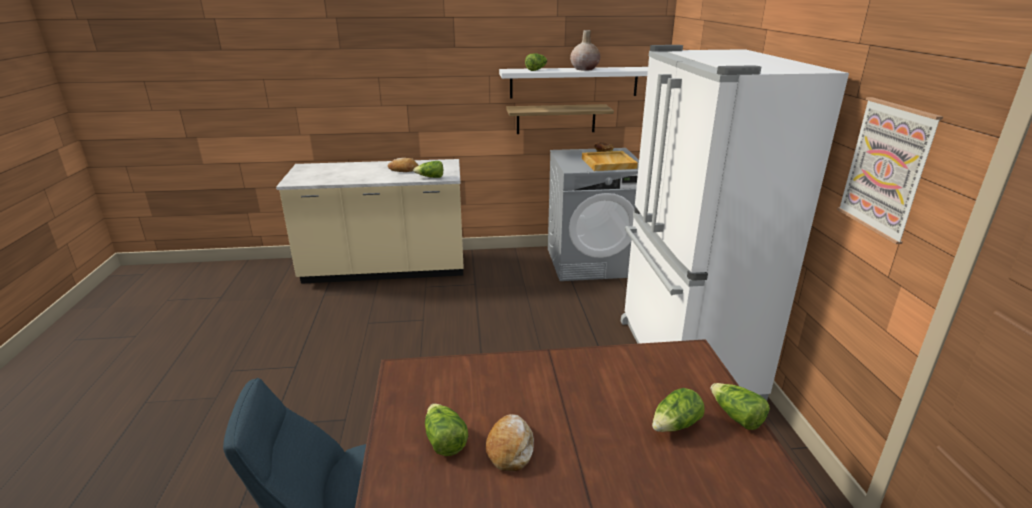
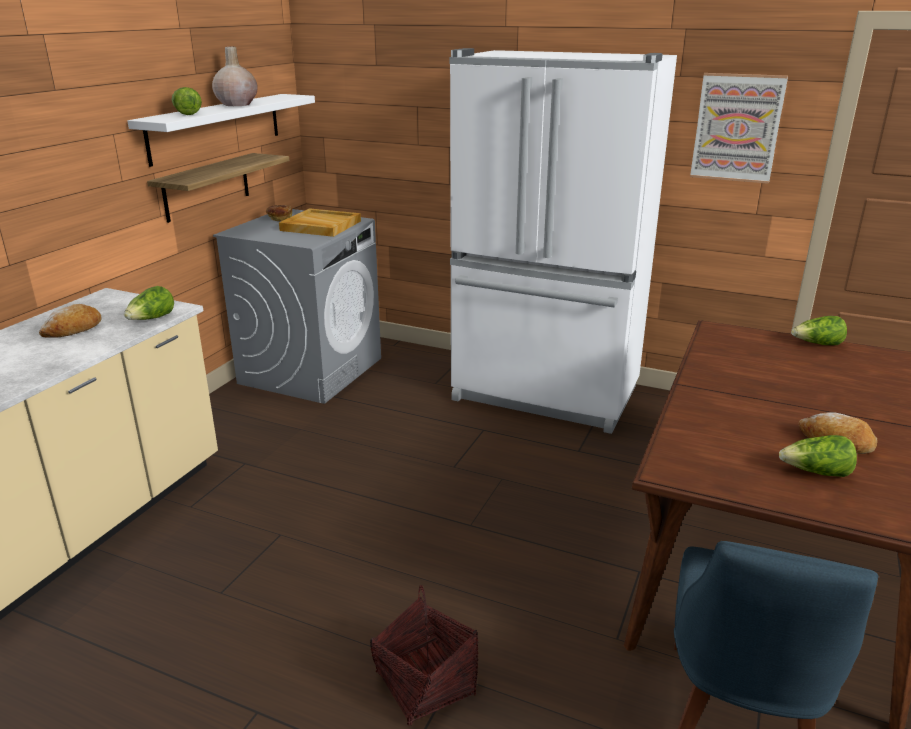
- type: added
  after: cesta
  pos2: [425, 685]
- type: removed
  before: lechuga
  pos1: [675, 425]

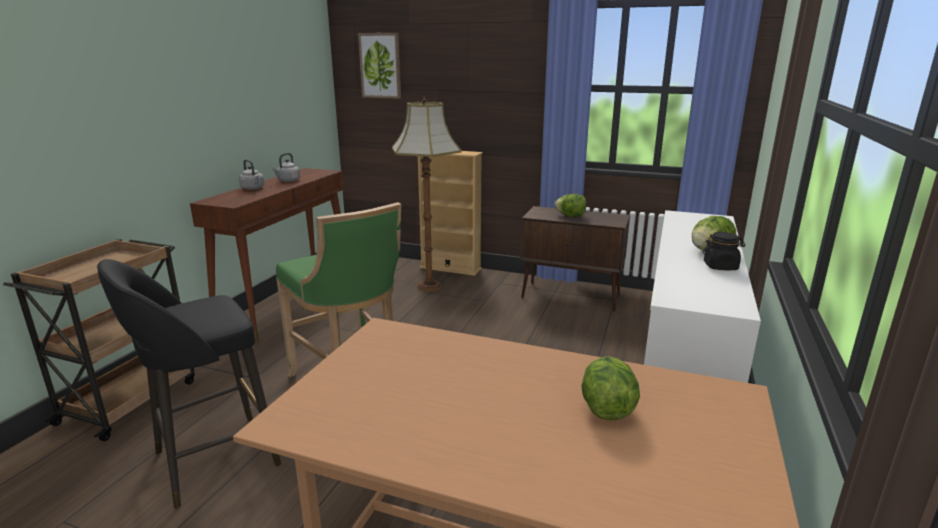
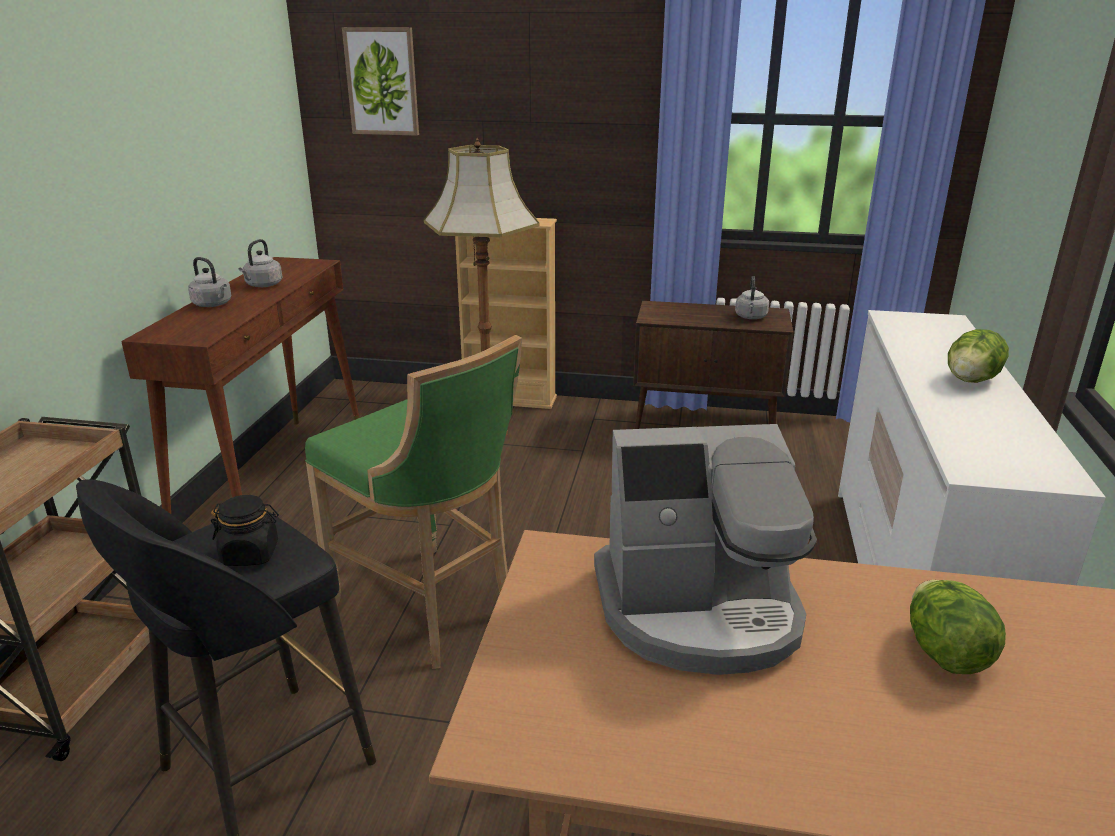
- type: moved
  before: tarro/negro
  pos1: [720, 266]
  pos2: [250, 554]
- type: added
  after: cafetera
  pos2: [699, 610]
- type: added
  after: hervidor/gris
  pos2: [751, 317]
- type: removed
  before: lechuga
  pos1: [571, 216]

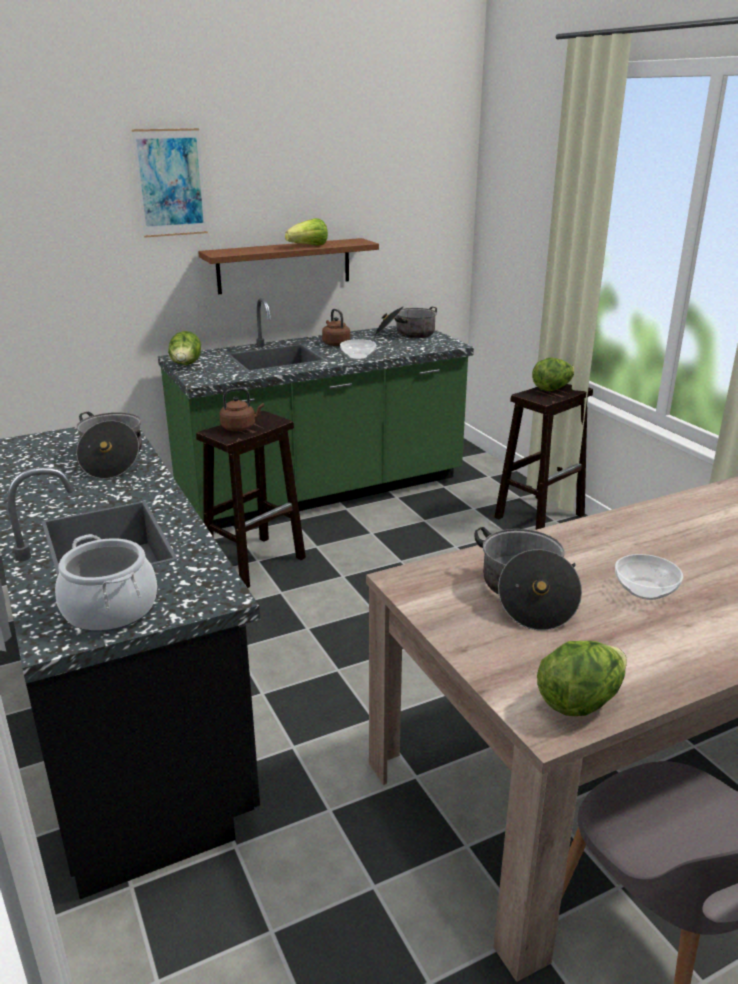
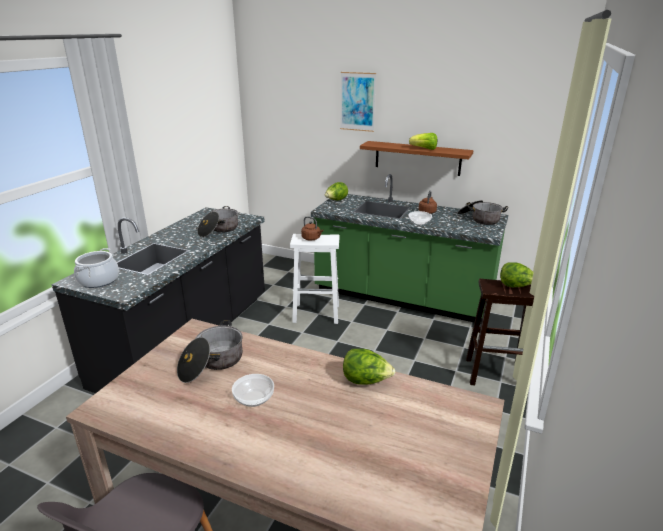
- type: recoloured
  before: taburete/marrón
  after: taburete/blanco
  pos1: [256, 561]
  pos2: [317, 313]
- type: moved
  before: lechuga
  pos1: [580, 701]
  pos2: [366, 381]

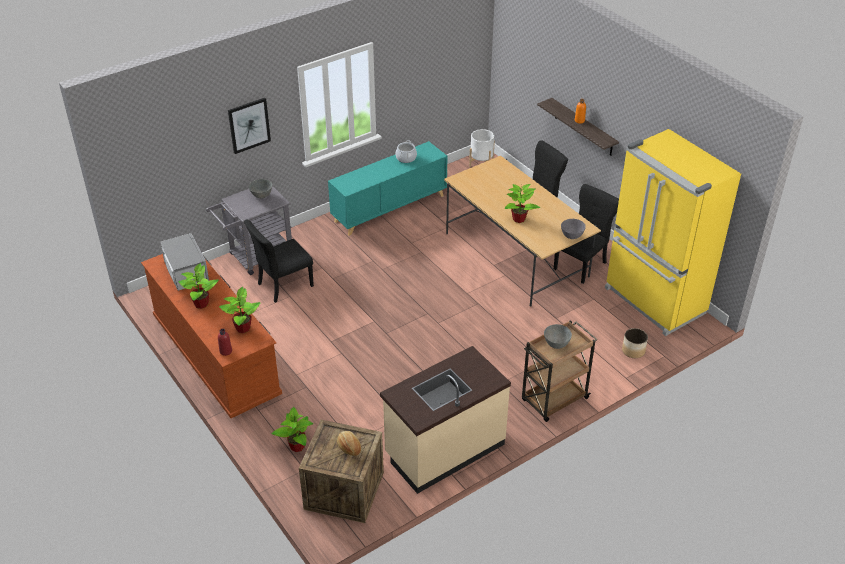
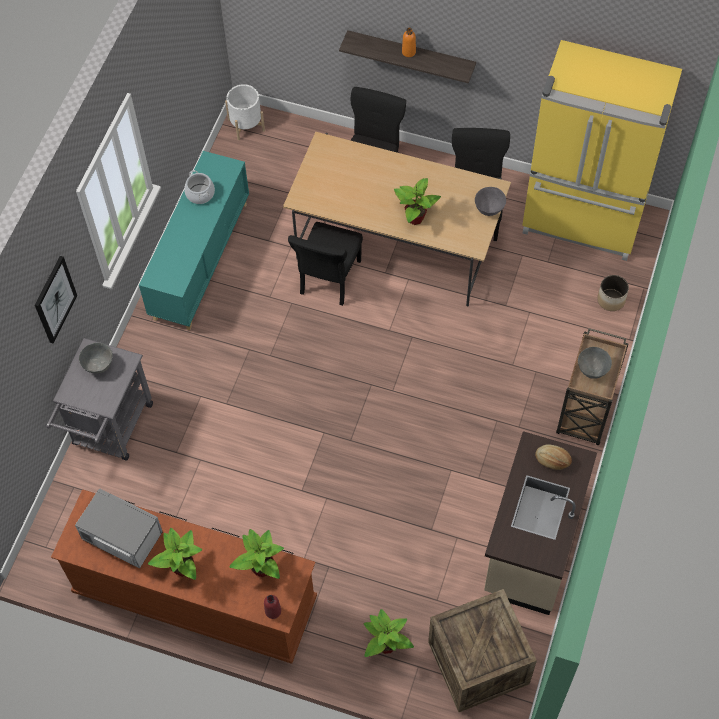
- type: moved
  before: silla/negro
  pos1: [283, 285]
  pos2: [329, 279]
- type: moved
  before: pan
  pos1: [349, 447]
  pos2: [552, 460]

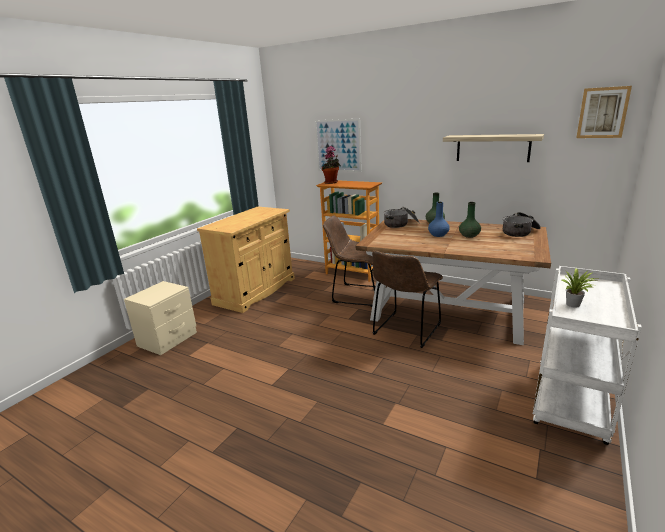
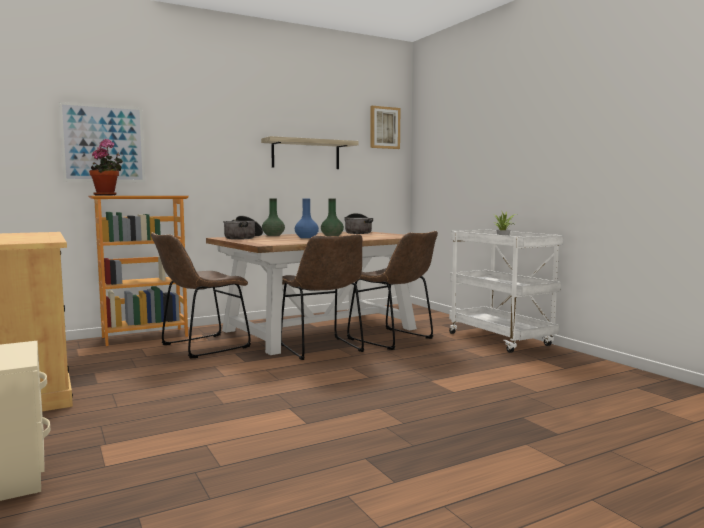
- type: added
  after: silla/marrón
  pos2: [393, 340]

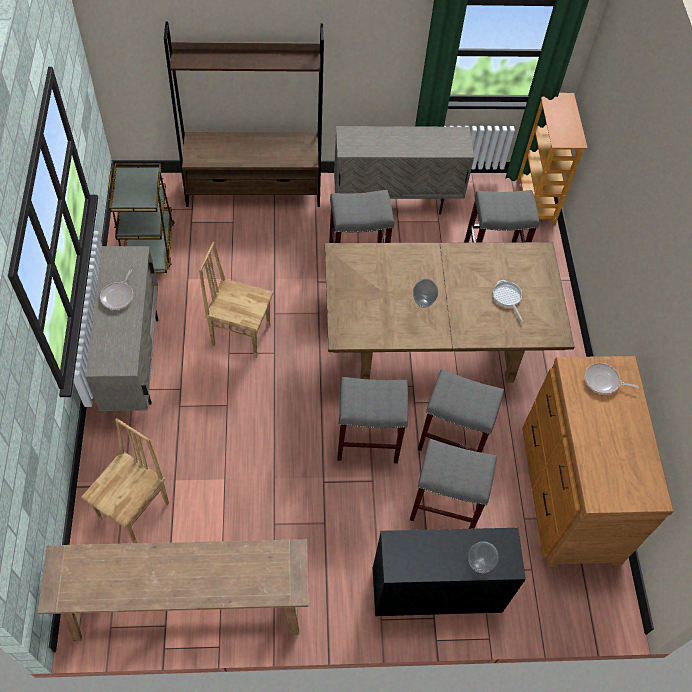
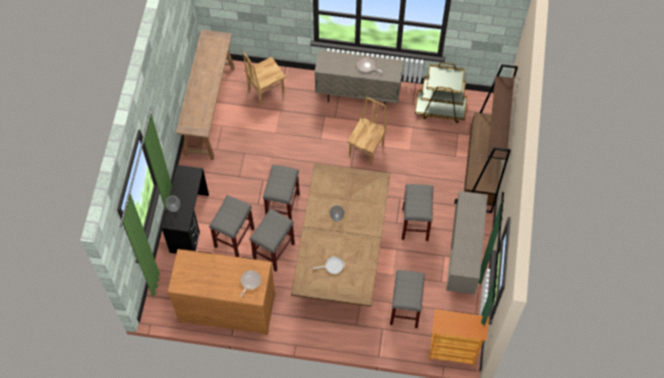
- type: turned
  before: silla/marrón
  pos1: [135, 511]
  pos2: [265, 91]
  turn: 105

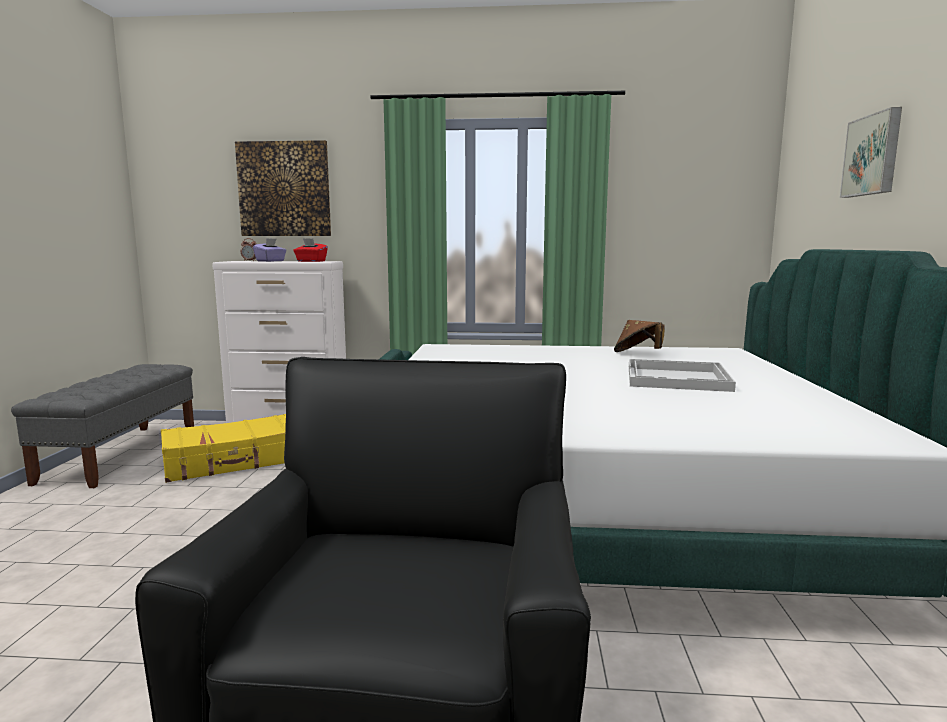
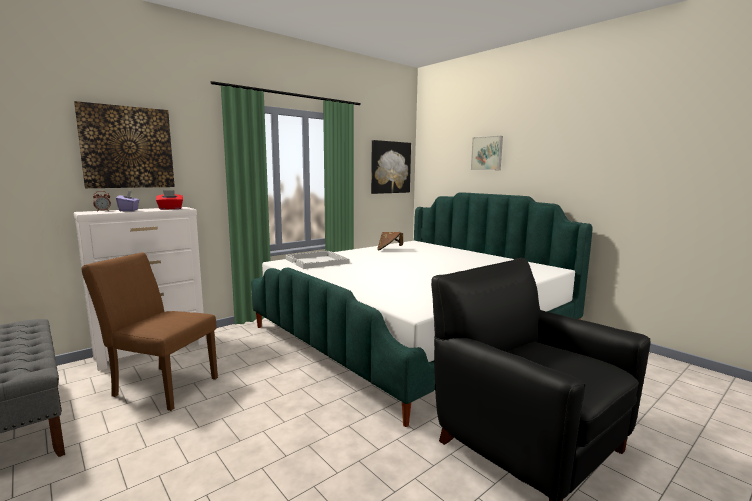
- type: replaced
  before: maleta/amarillo
  after: silla/marrón
  pos1: [234, 461]
  pos2: [160, 385]
- type: moved
  before: bandeja/blanco
  pos1: [678, 378]
  pos2: [317, 261]
- type: added
  after: cuadro
  pos2: [390, 167]

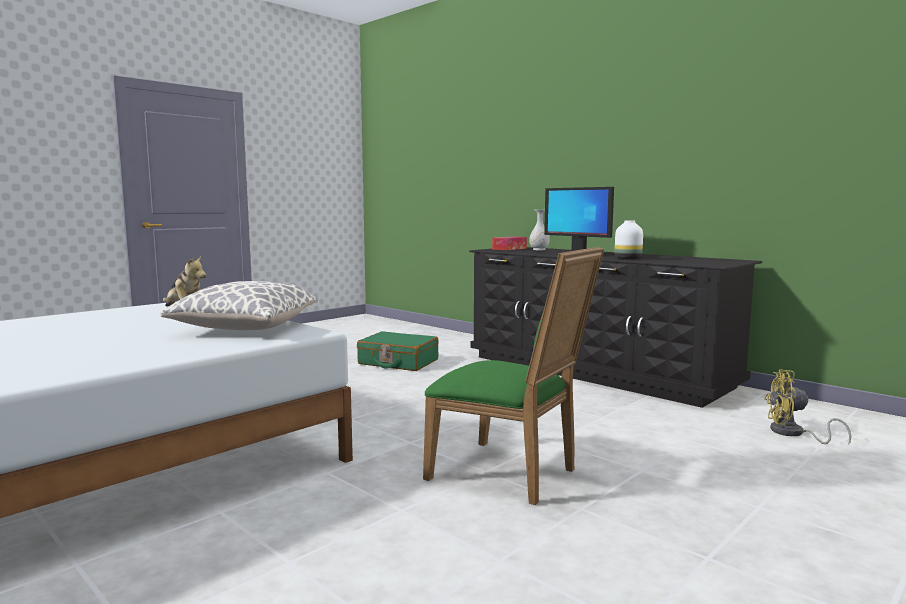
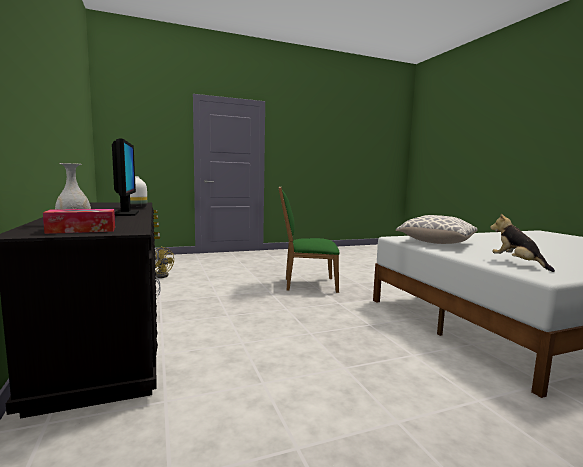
- type: turned
  before: silla/verde
  pos1: [510, 474]
  pos2: [307, 284]
  turn: -60
- type: removed
  before: maleta/verde
  pos1: [398, 362]

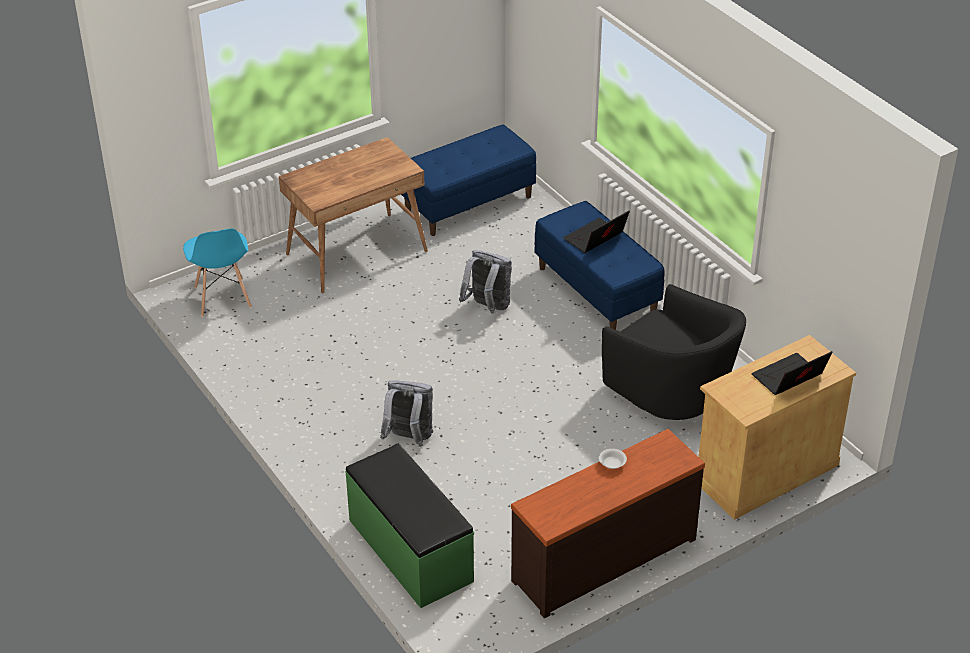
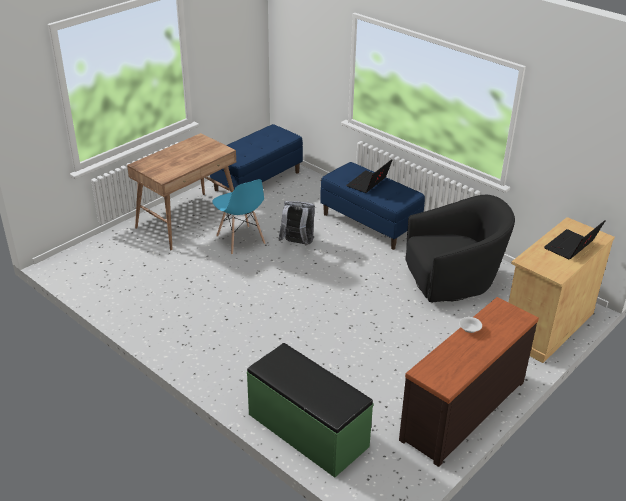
- type: moved
  before: silla/azul
  pos1: [222, 298]
  pos2: [240, 240]
- type: turned
  before: sillón/negro
  pos1: [671, 393]
  pos2: [453, 282]
  turn: -45
- type: removed
  before: mochila/gris
  pos1: [409, 438]

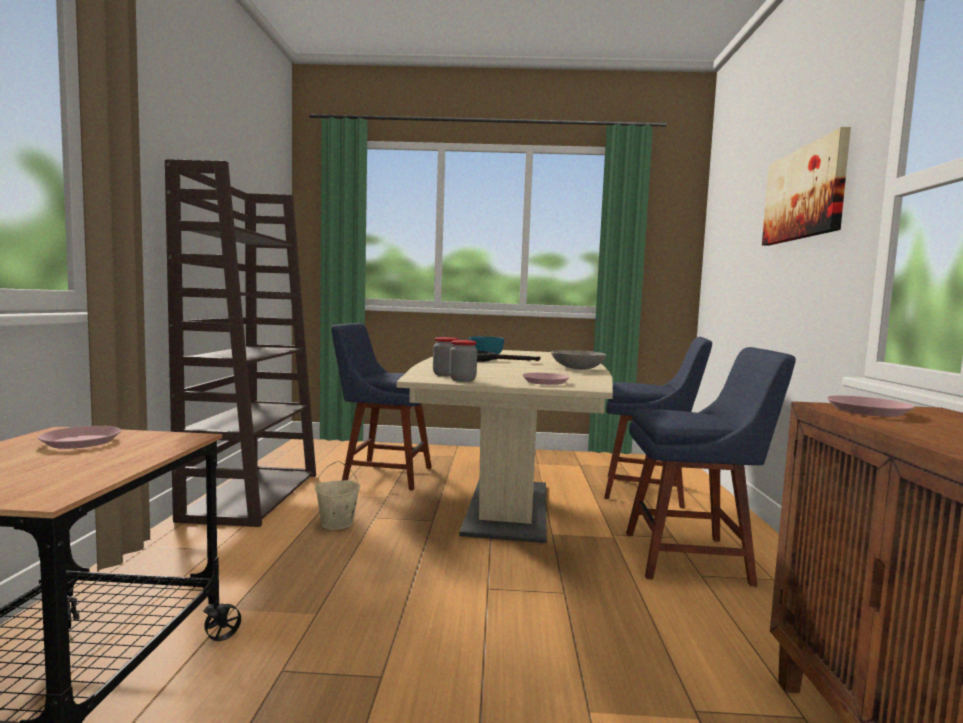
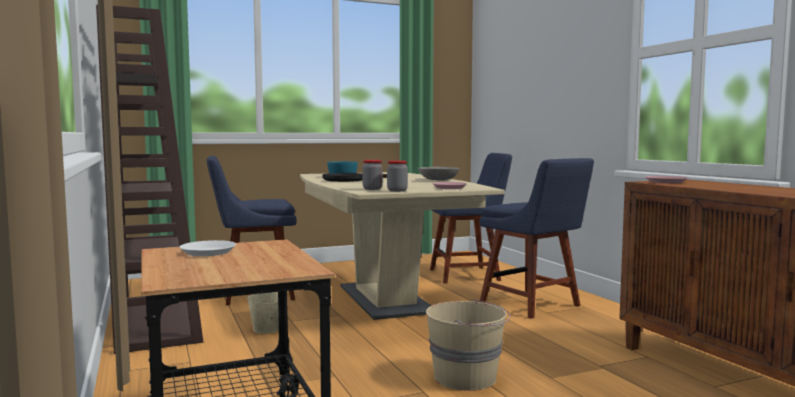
- type: recoloured
  before: plato/rosa
  after: plato/blanco
  pos1: [80, 442]
  pos2: [208, 252]
- type: added
  after: cubo/beis
  pos2: [466, 378]
- type: turned
  before: silla/azul
  pos1: [693, 558]
  pos2: [533, 305]
  turn: 75
- type: removed
  before: cuadro
  pos1: [805, 193]

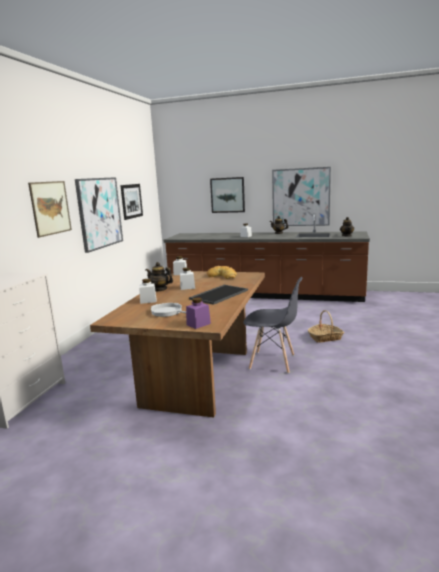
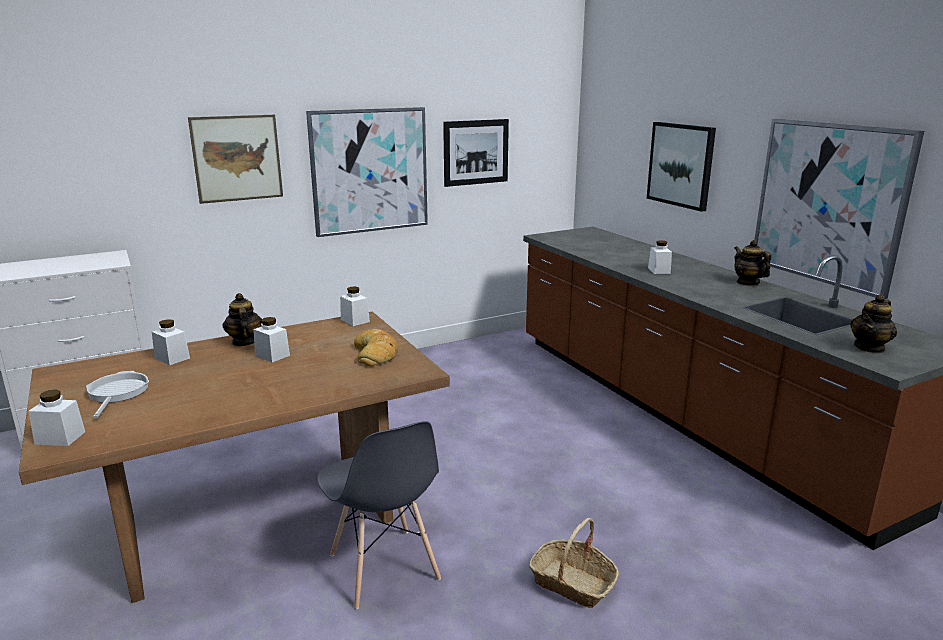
- type: recoloured
  before: tarro/morado
  after: tarro/blanco
  pos1: [198, 324]
  pos2: [60, 438]
- type: removed
  before: bandeja
  pos1: [219, 294]

